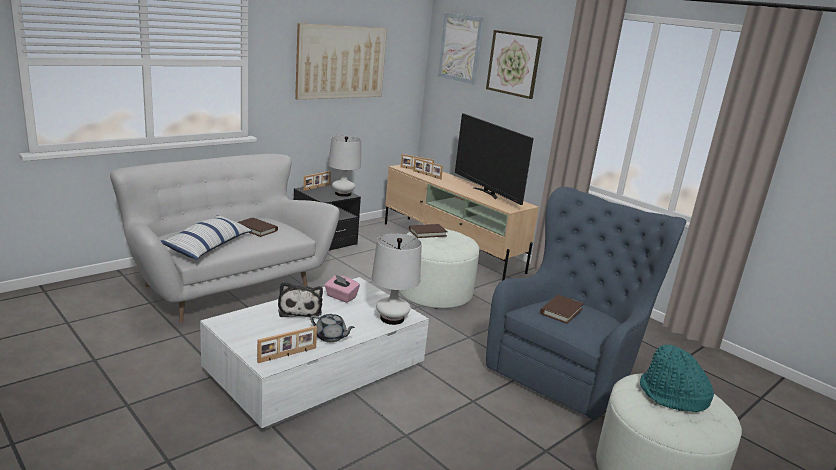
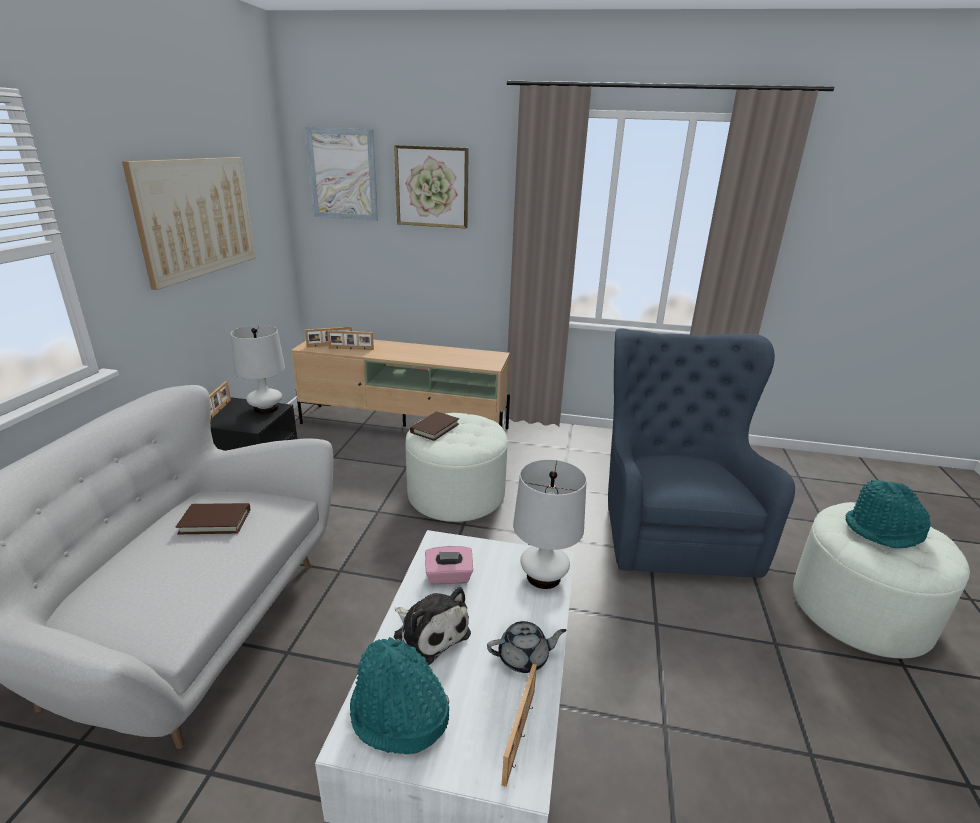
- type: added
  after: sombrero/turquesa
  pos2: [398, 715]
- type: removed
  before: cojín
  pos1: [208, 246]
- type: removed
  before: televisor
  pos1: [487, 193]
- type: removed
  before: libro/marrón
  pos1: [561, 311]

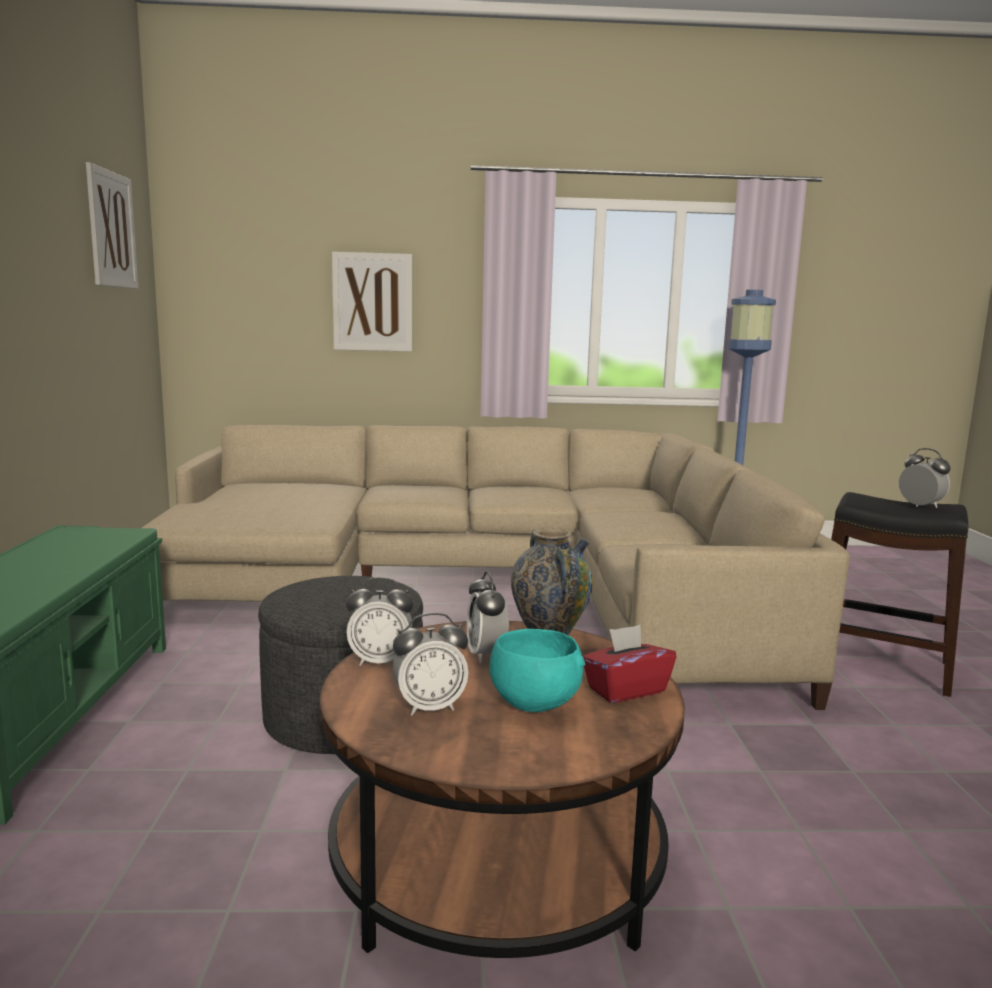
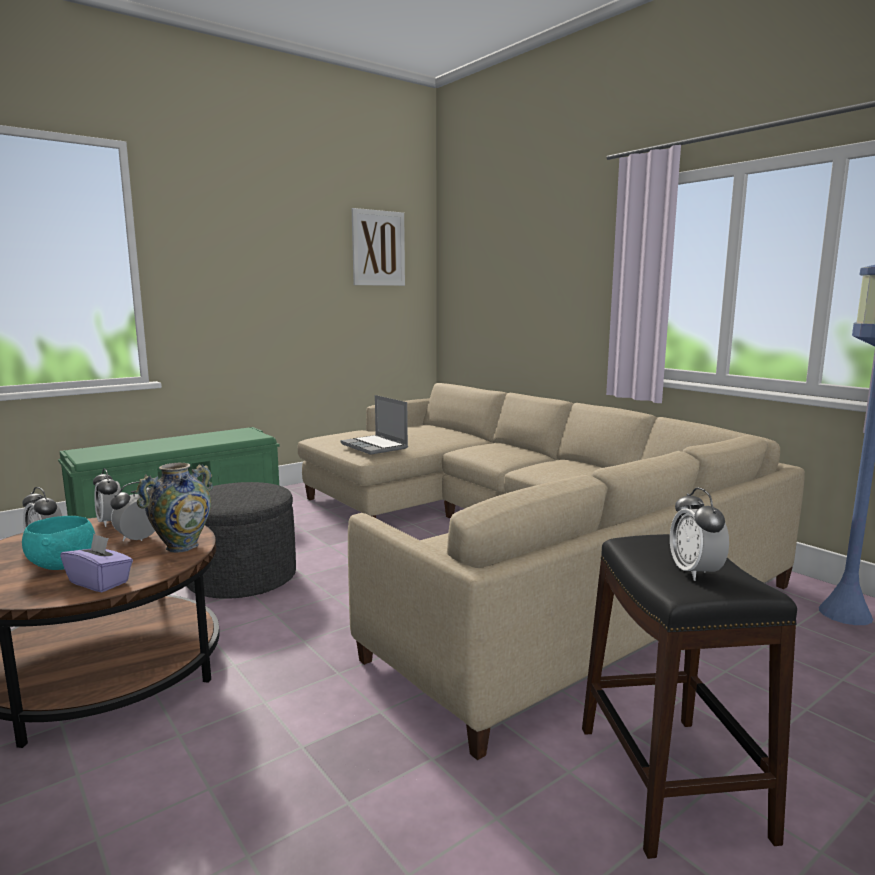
- type: recoloured
  before: caja de pañuelos/rojo
  after: caja de pañuelos/morado
  pos1: [625, 689]
  pos2: [100, 582]
- type: added
  after: portátil
  pos2: [375, 446]
- type: turned
  before: despertador
  pos1: [920, 506]
  pos2: [695, 572]
  turn: 150
- type: removed
  before: cuadro
  pos1: [372, 302]

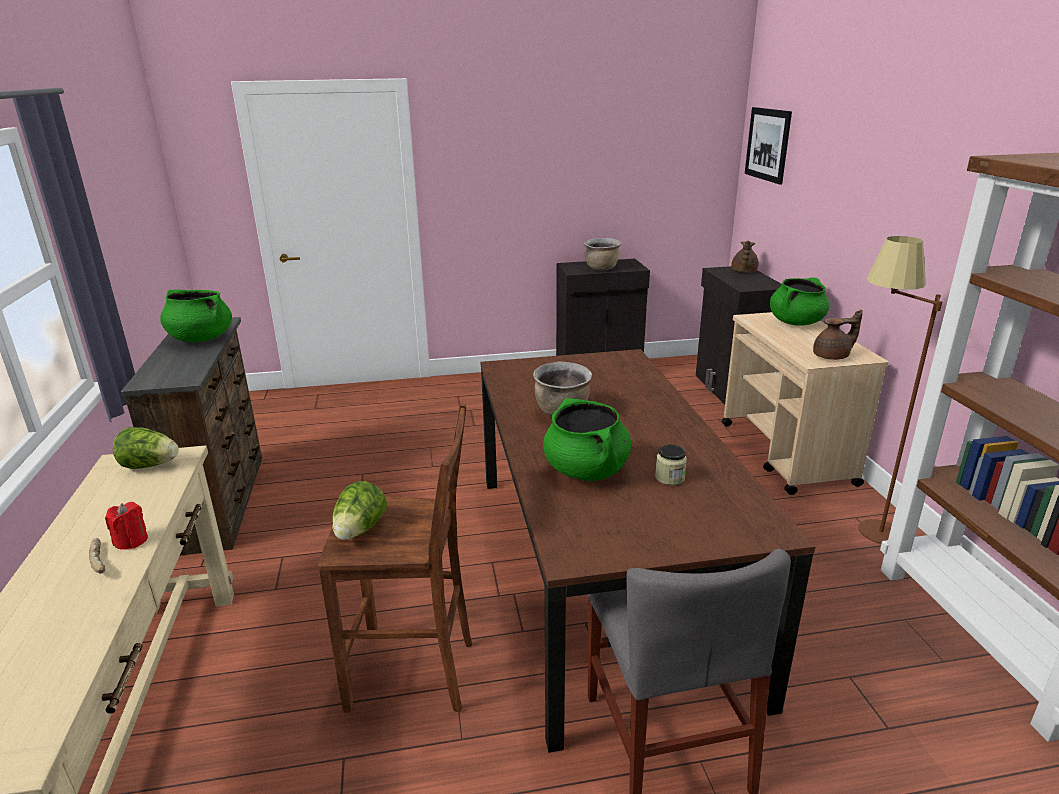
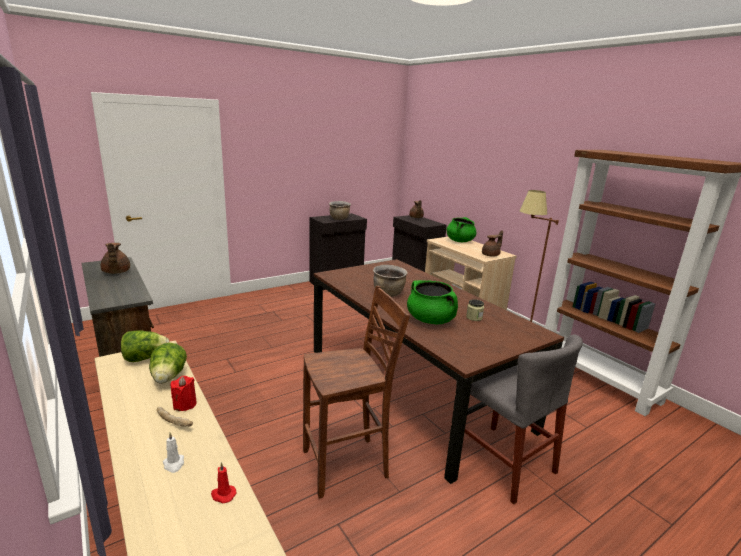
- type: replaced
  before: olla/verde
  after: tetera/marrón
  pos1: [200, 338]
  pos2: [116, 272]
- type: moved
  before: lechuga
  pos1: [360, 530]
  pos2: [168, 377]
- type: added
  after: vela/blanco
  pos2: [174, 464]
- type: added
  after: vela/rojo
  pos2: [223, 495]
- type: removed
  before: cuadro
  pos1: [767, 144]

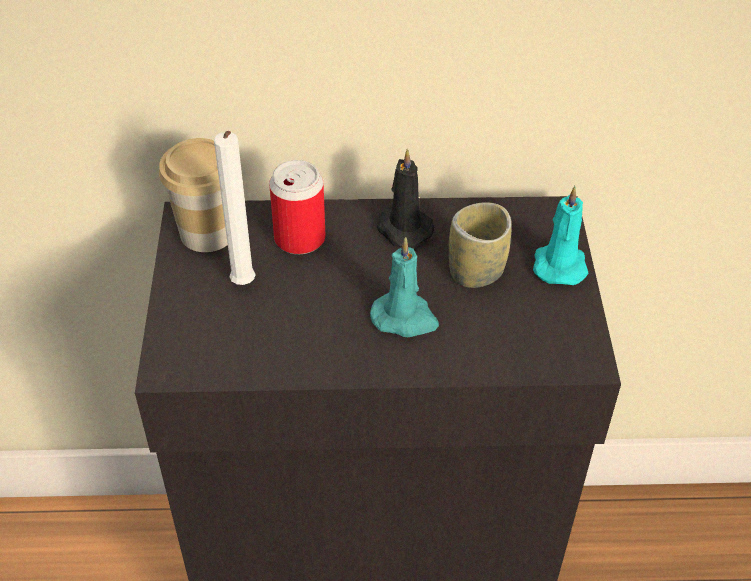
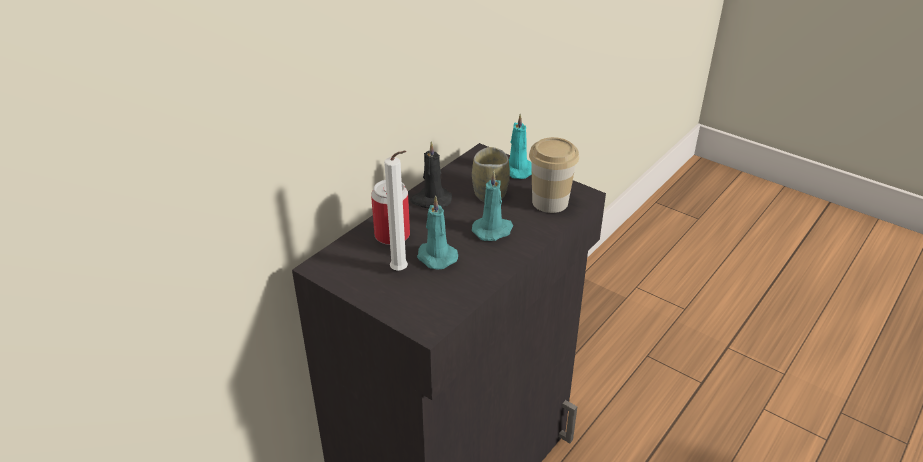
- type: added
  after: vela/turquesa
  pos2: [435, 256]
- type: moved
  before: taza
  pos1: [207, 233]
  pos2: [550, 202]

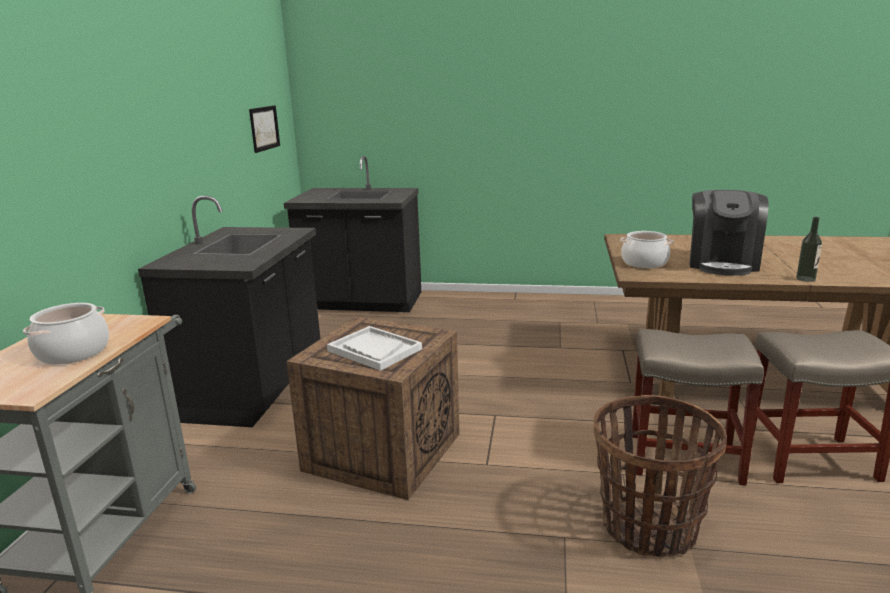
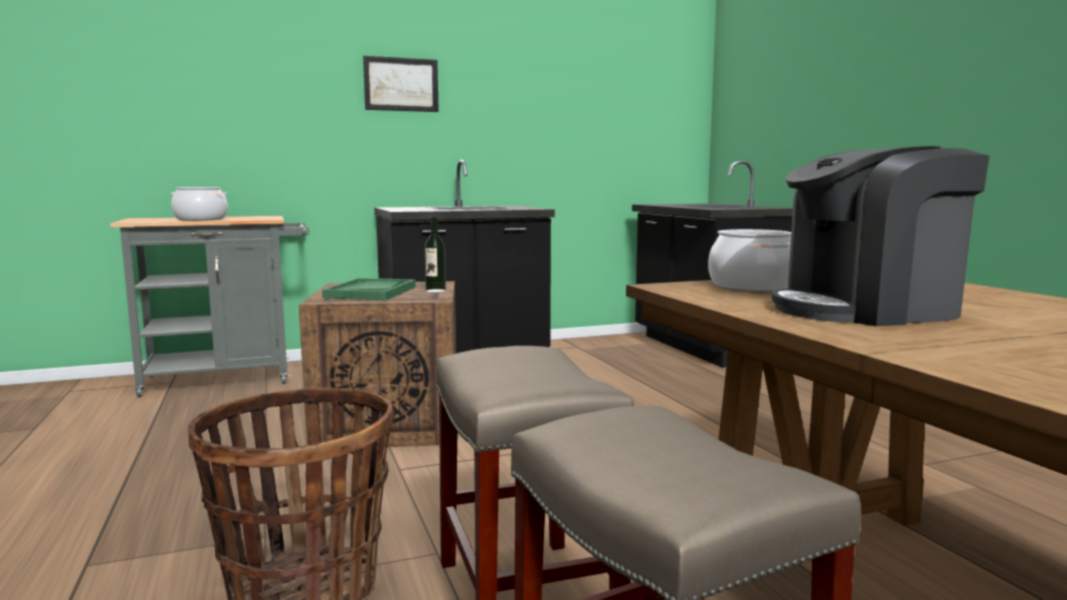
- type: recoloured
  before: bandeja/blanco
  after: bandeja/verde
  pos1: [374, 350]
  pos2: [371, 292]
- type: moved
  before: cuadro
  pos1: [264, 128]
  pos2: [401, 84]
- type: moved
  before: botella
  pos1: [805, 279]
  pos2: [435, 291]

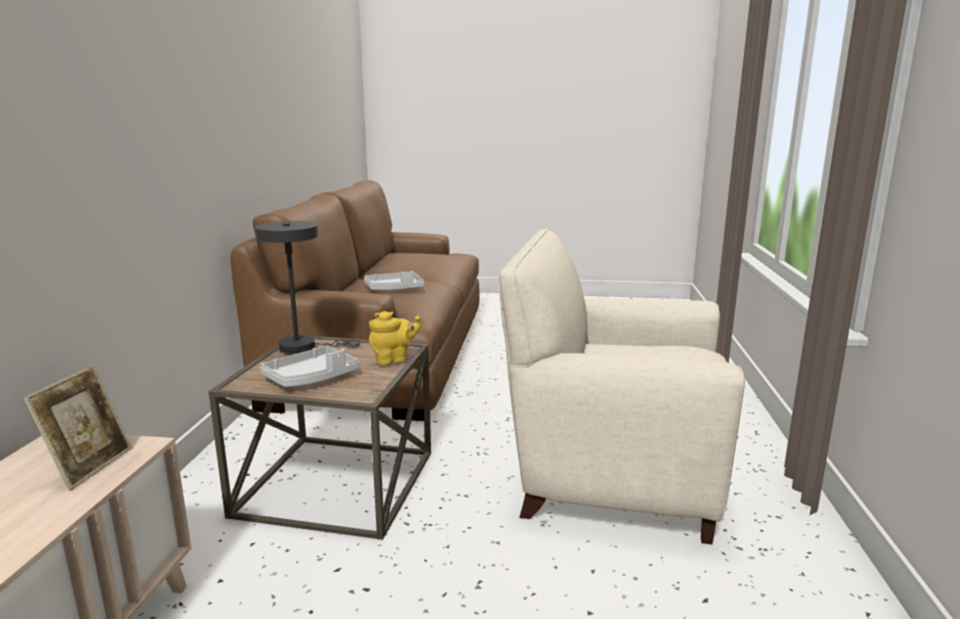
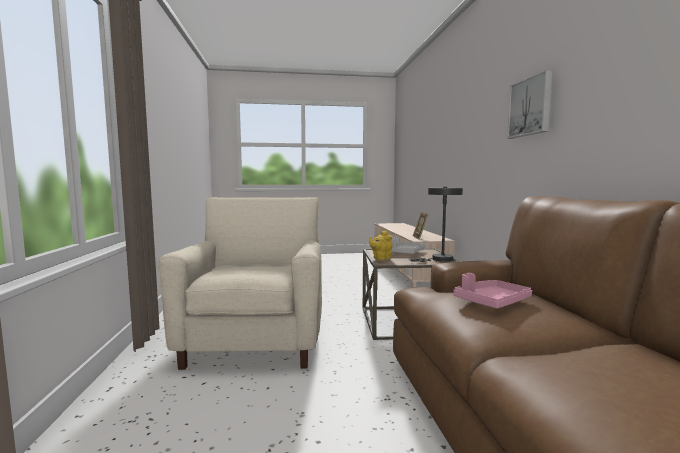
- type: turned
  before: sillón/beis
  pos1: [610, 475]
  pos2: [257, 341]
  turn: -90
- type: recoloured
  before: bandeja/gris
  after: bandeja/rosa
  pos1: [394, 289]
  pos2: [491, 302]
- type: added
  after: cuadro
  pos2: [531, 107]

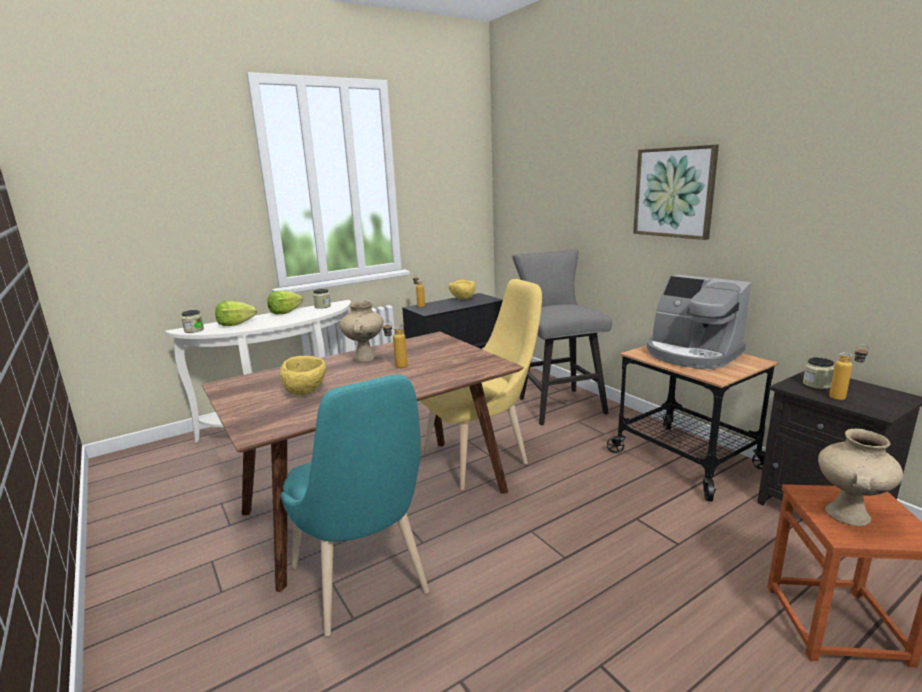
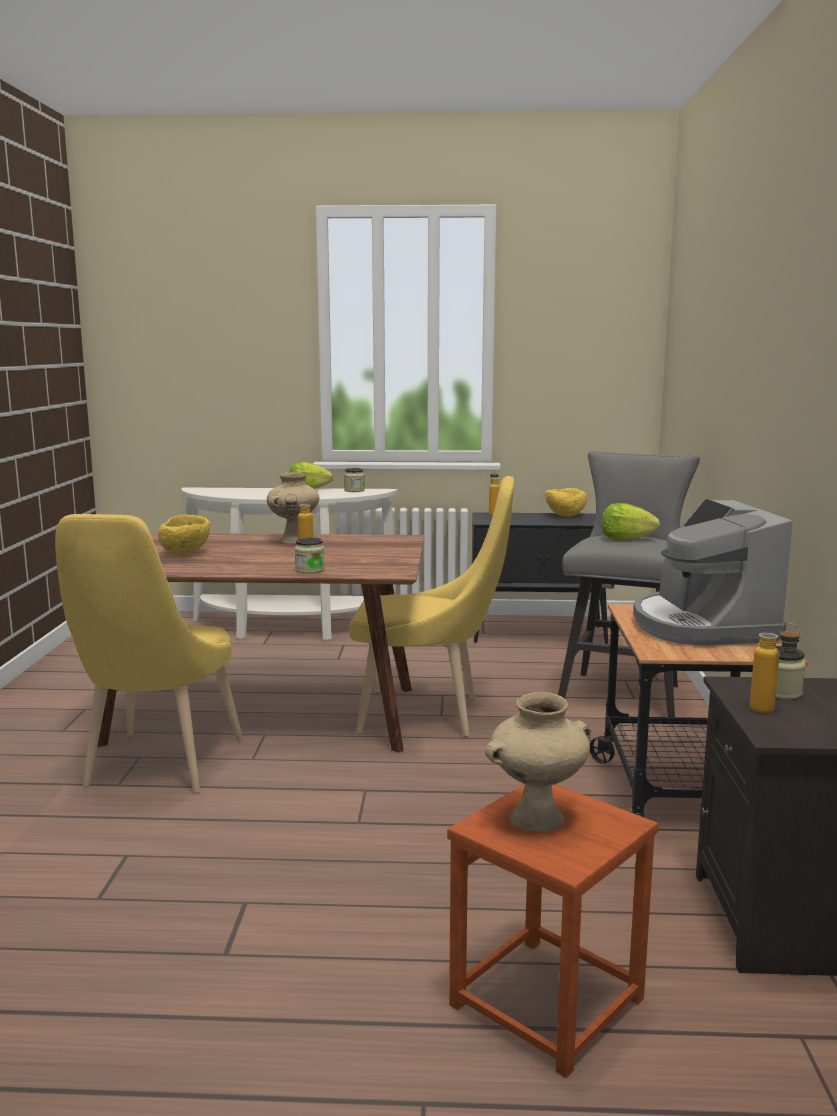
- type: recoloured
  before: silla/turquesa
  after: silla/amarillo
  pos1: [364, 585]
  pos2: [159, 767]
- type: moved
  before: tarro
  pos1: [194, 330]
  pos2: [310, 570]
- type: moved
  before: lechuga
  pos1: [235, 324]
  pos2: [626, 538]
- type: removed
  before: cuadro
  pos1: [674, 192]

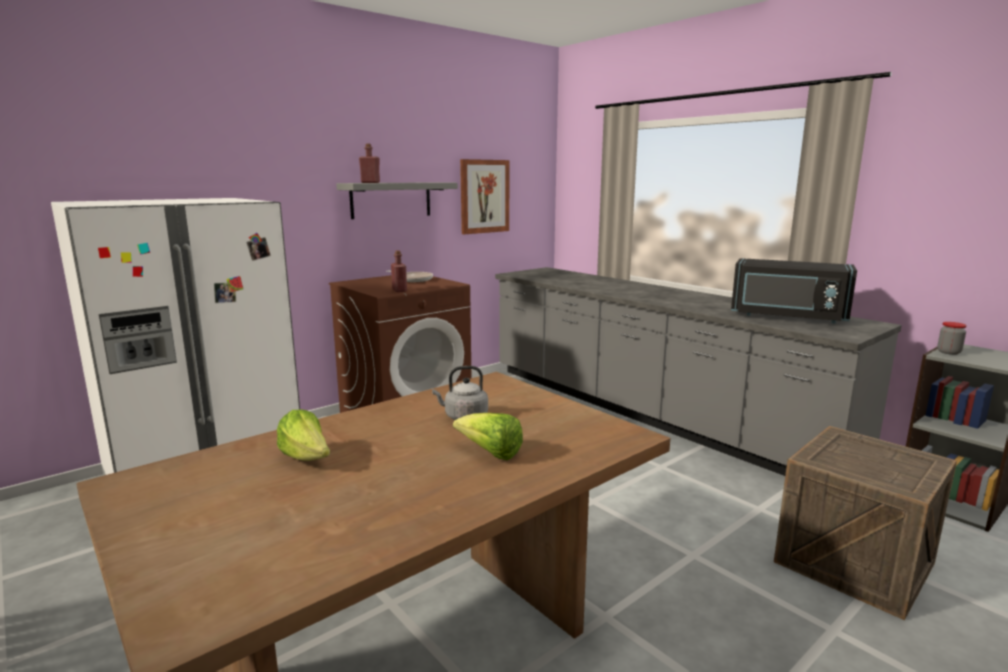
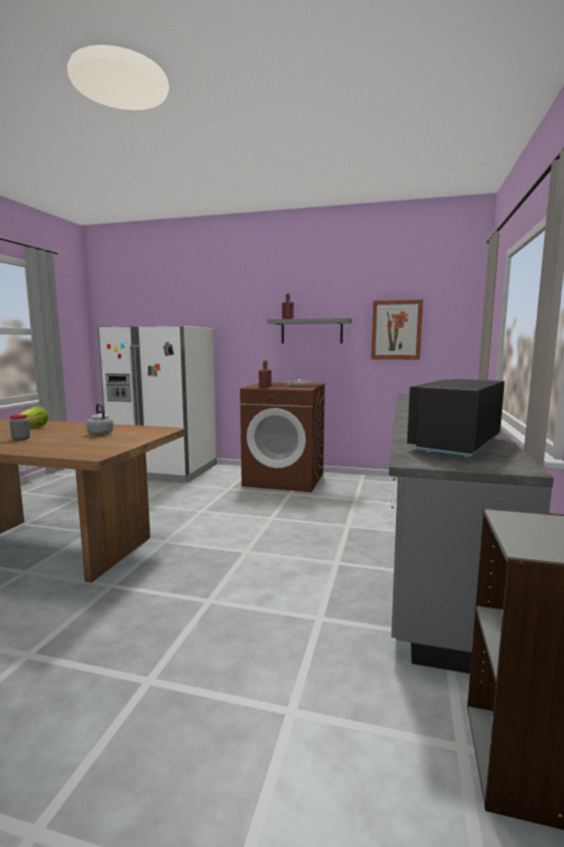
- type: moved
  before: tarro
  pos1: [948, 352]
  pos2: [21, 439]
- type: turned
  before: microondas/negro
  pos1: [787, 316]
  pos2: [454, 444]
  turn: 45
- type: removed
  before: lechuga
  pos1: [490, 453]
- type: removed
  before: caja de embalaje
  pos1: [854, 562]

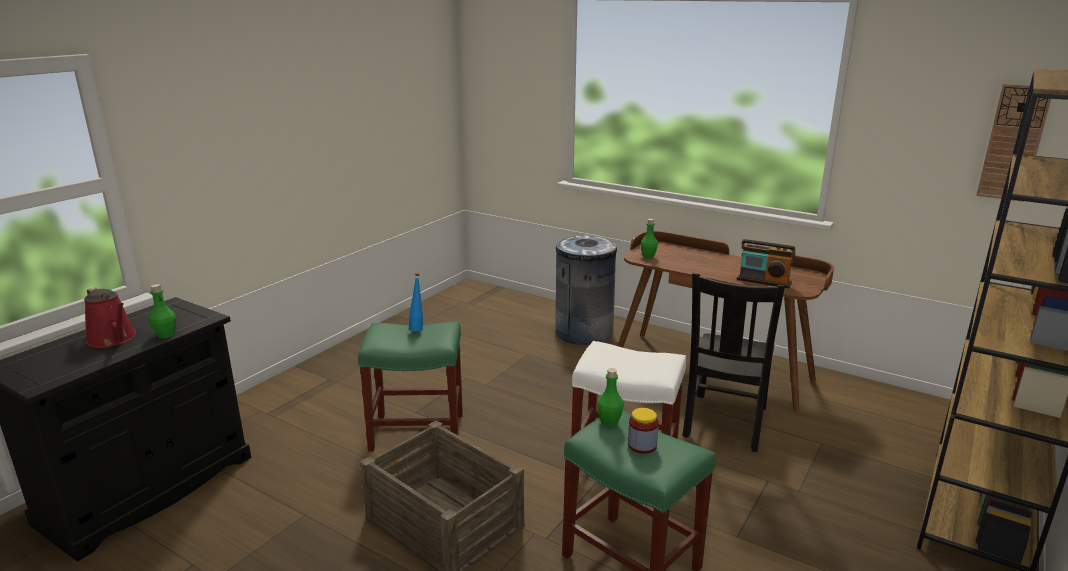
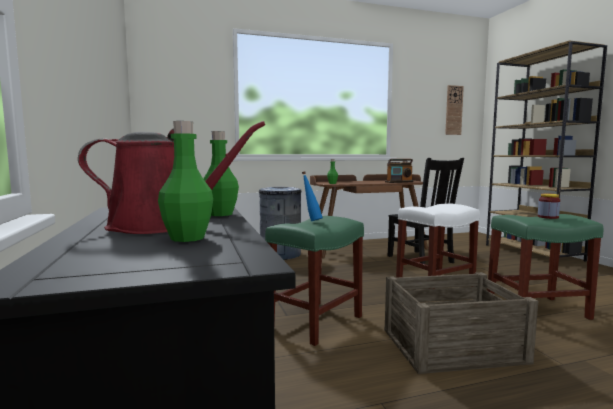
- type: moved
  before: botella/verde
  pos1: [609, 422]
  pos2: [187, 238]

